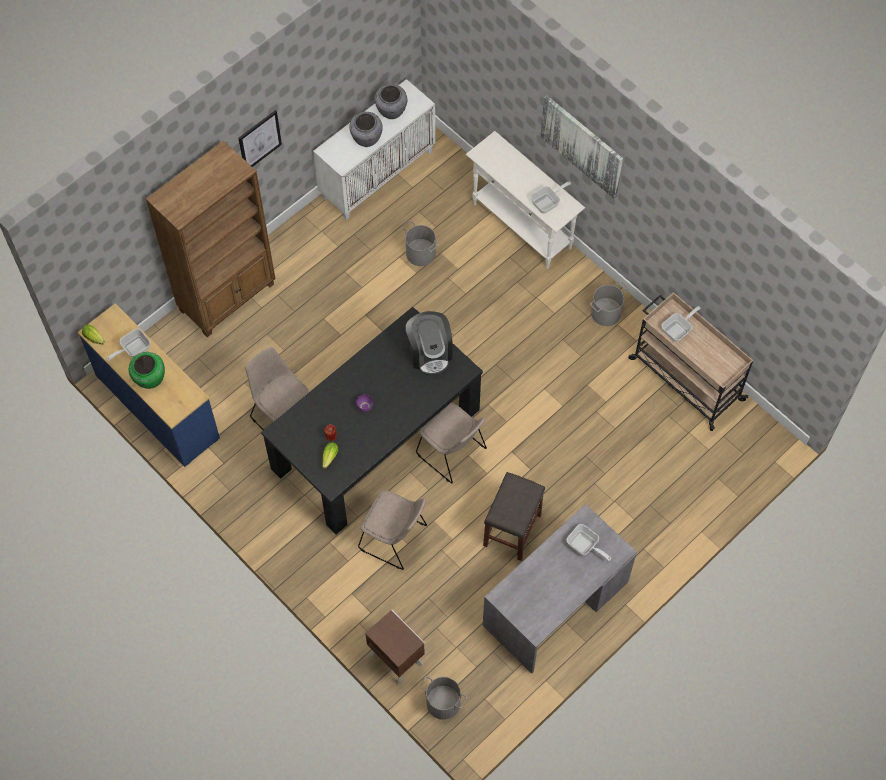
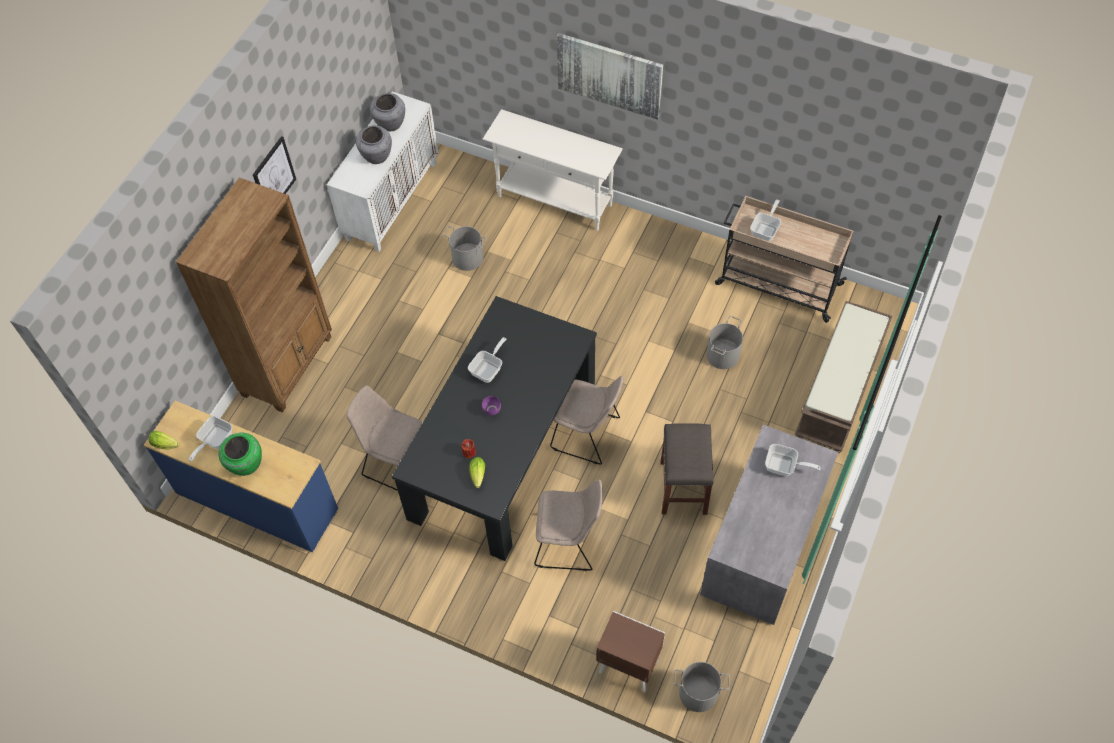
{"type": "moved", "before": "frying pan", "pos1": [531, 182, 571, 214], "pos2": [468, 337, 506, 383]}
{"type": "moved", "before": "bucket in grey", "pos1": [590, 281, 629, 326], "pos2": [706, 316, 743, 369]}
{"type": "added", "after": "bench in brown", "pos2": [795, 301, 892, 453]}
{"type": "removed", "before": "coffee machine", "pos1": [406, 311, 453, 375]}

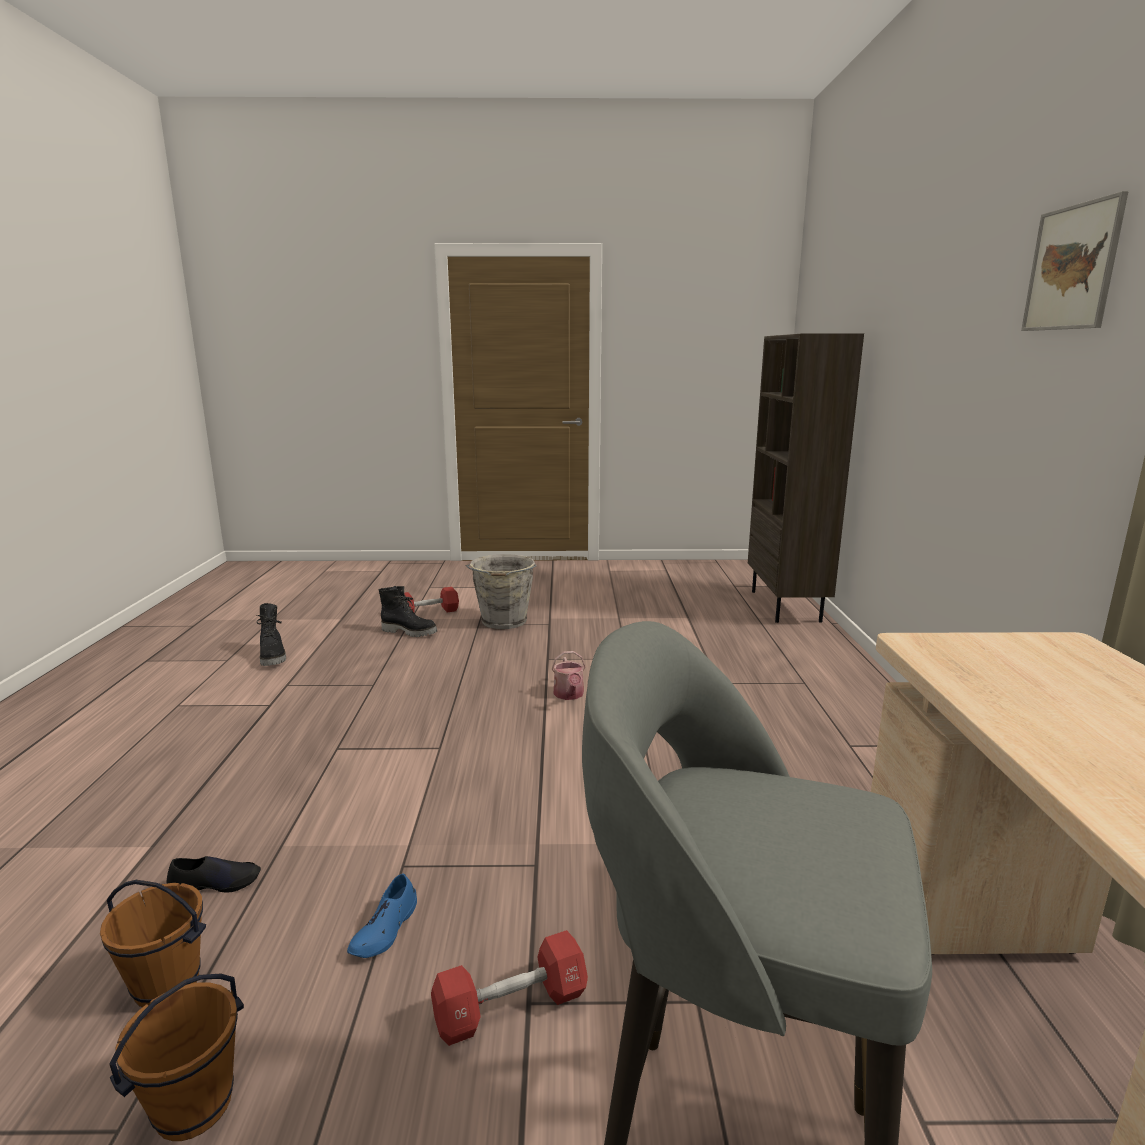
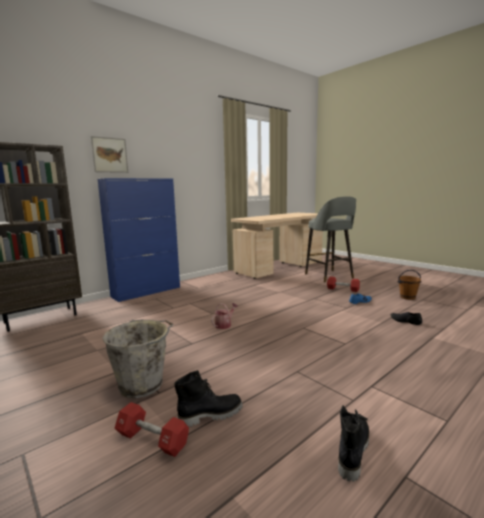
{"type": "moved", "before": "picture", "pos1": [1021, 191, 1129, 331], "pos2": [91, 136, 128, 173]}
{"type": "added", "after": "cabinet in blue", "pos2": [98, 178, 180, 302]}
{"type": "turned", "before": "boot in black", "pos1": [379, 586, 437, 637], "pos2": [174, 370, 243, 427], "turn": 90}
{"type": "removed", "before": "bucket in brown", "pos1": [100, 880, 206, 1007]}

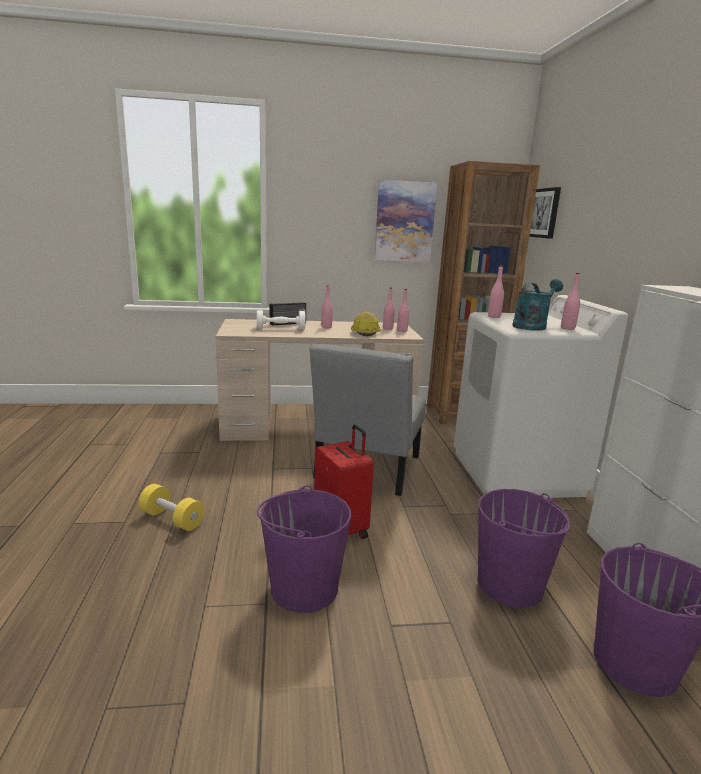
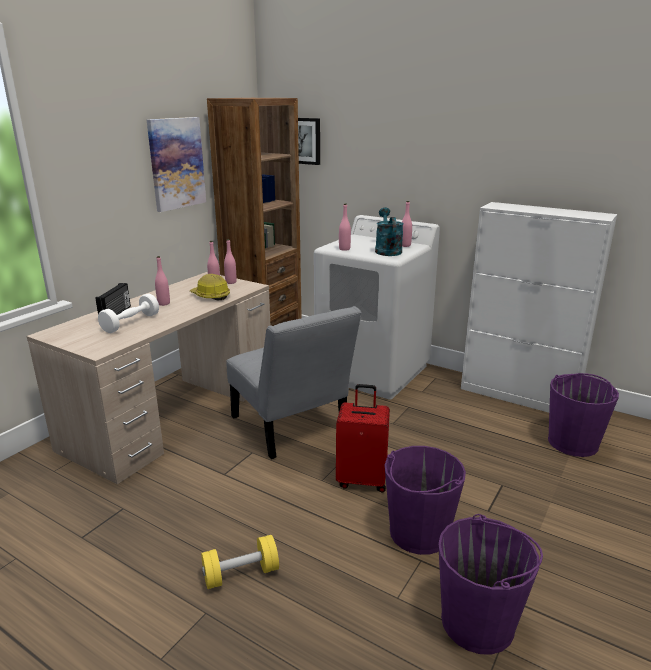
{"type": "moved", "before": "bucket in purple", "pos1": [477, 489, 570, 608], "pos2": [438, 514, 543, 655]}

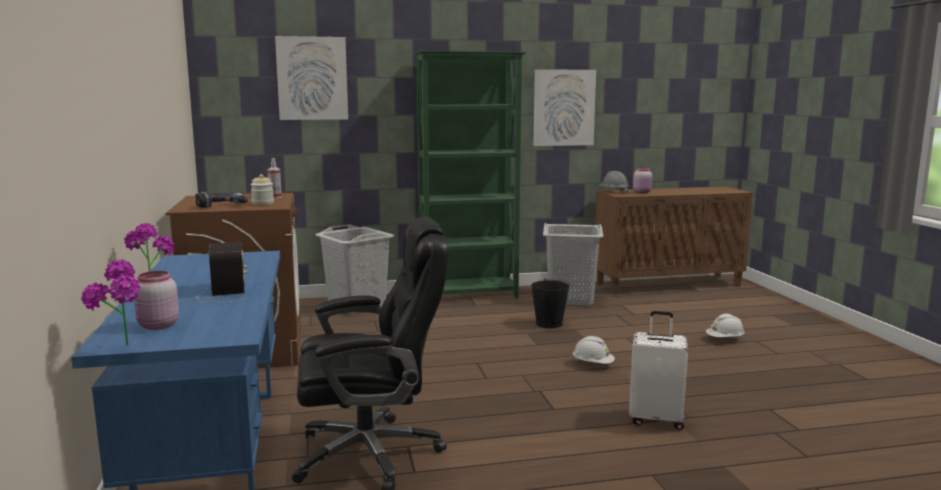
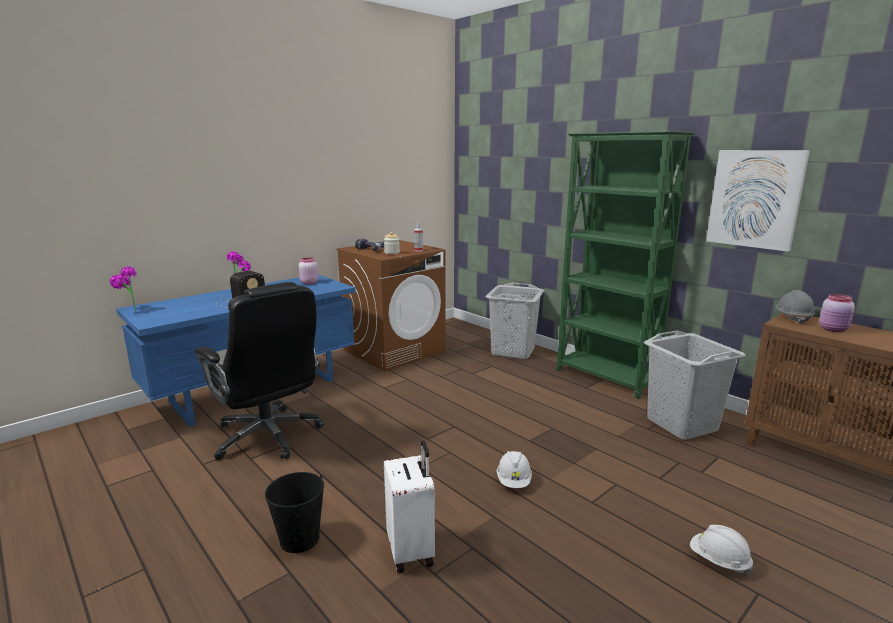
{"type": "moved", "before": "bucket in black", "pos1": [531, 279, 570, 328], "pos2": [265, 472, 324, 553]}
{"type": "moved", "before": "jar in pink", "pos1": [133, 271, 179, 330], "pos2": [299, 257, 319, 285]}
{"type": "removed", "before": "picture", "pos1": [275, 36, 348, 120]}

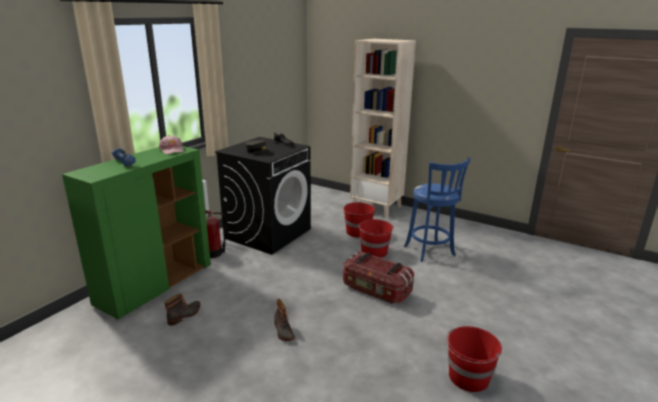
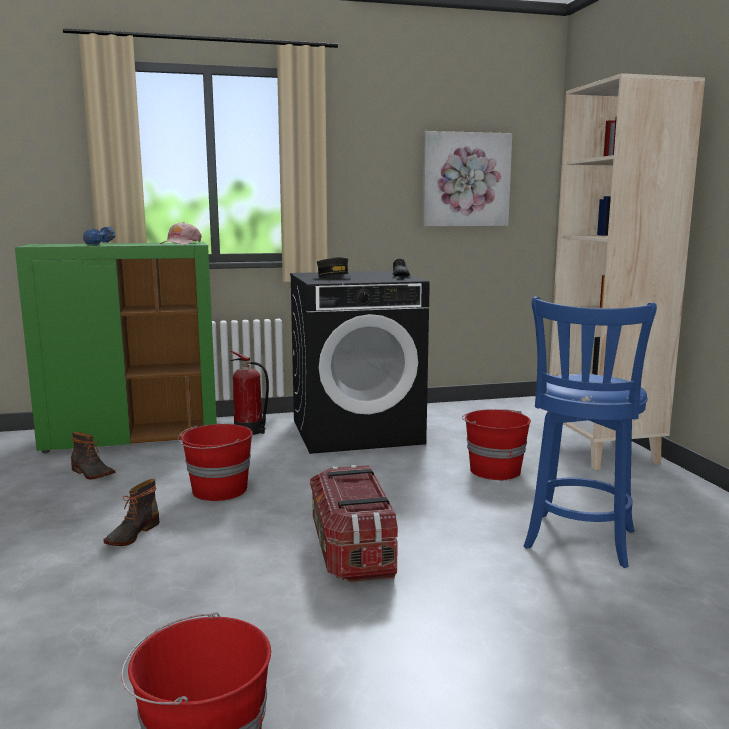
{"type": "turned", "before": "boot", "pos1": [165, 294, 200, 326], "pos2": [71, 432, 116, 479], "turn": 45}
{"type": "moved", "before": "bucket in red", "pos1": [358, 219, 394, 258], "pos2": [178, 424, 253, 501]}
{"type": "added", "after": "picture", "pos2": [423, 131, 512, 226]}

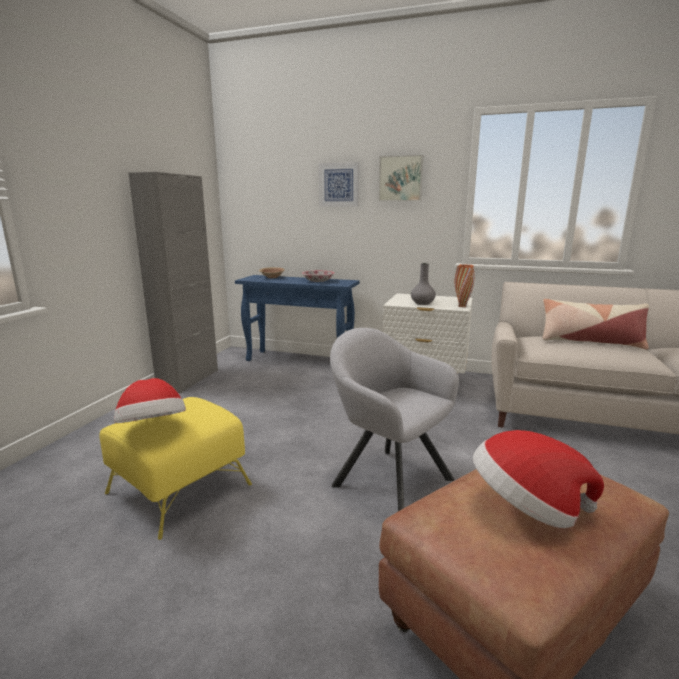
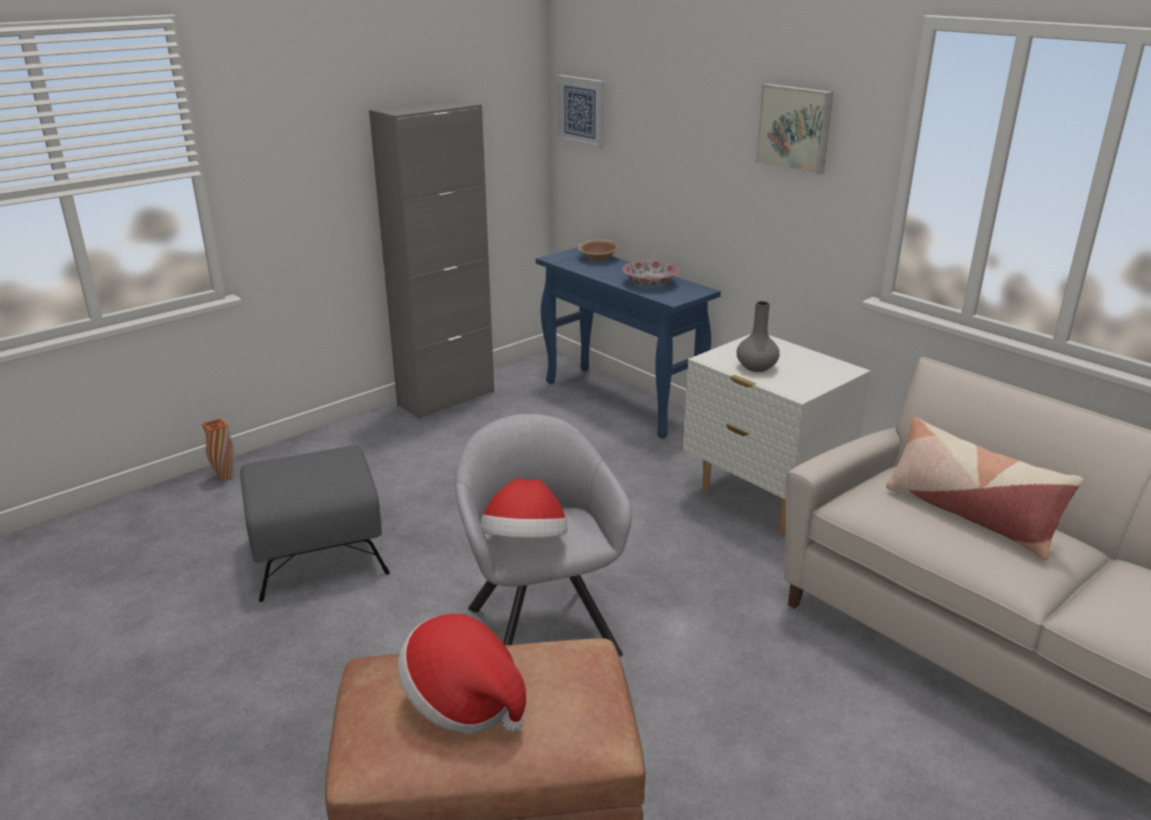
{"type": "moved", "before": "vase in orange", "pos1": [454, 264, 474, 307], "pos2": [201, 418, 234, 481]}
{"type": "recoloured", "before": "ottoman in yellow", "after": "ottoman in grey", "pos1": [99, 397, 252, 540], "pos2": [240, 446, 390, 602]}
{"type": "moved", "before": "hat", "pos1": [114, 378, 186, 423], "pos2": [480, 478, 568, 538]}
{"type": "moved", "before": "picture", "pos1": [319, 162, 359, 207], "pos2": [557, 75, 604, 149]}

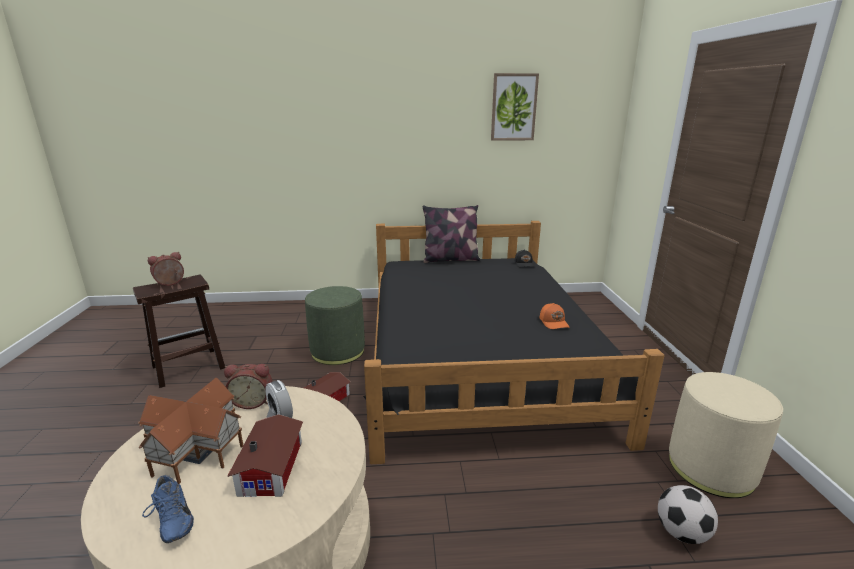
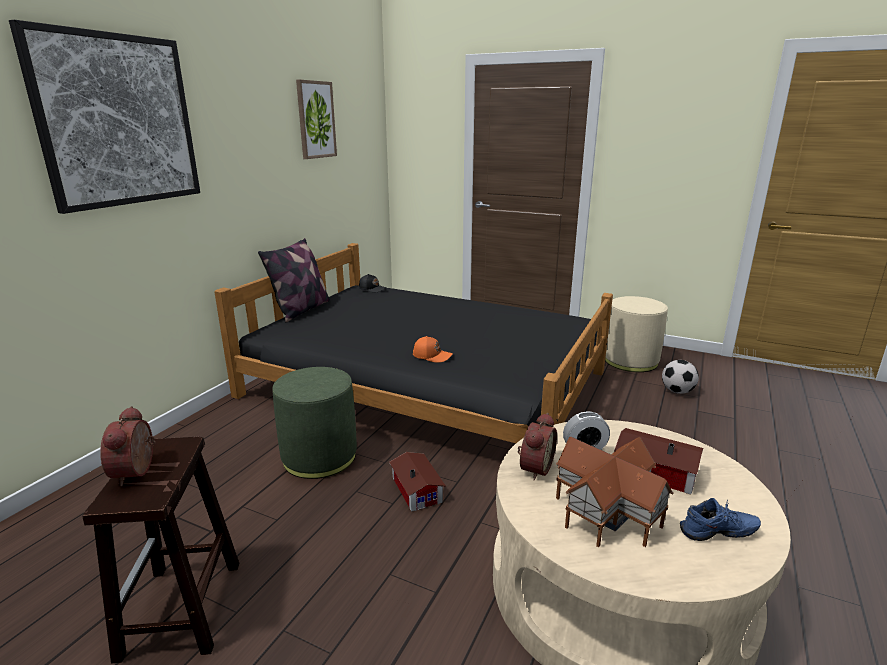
{"type": "added", "after": "picture", "pos2": [9, 20, 200, 214]}
{"type": "moved", "before": "cap in orange", "pos1": [540, 303, 570, 329], "pos2": [413, 336, 453, 363]}

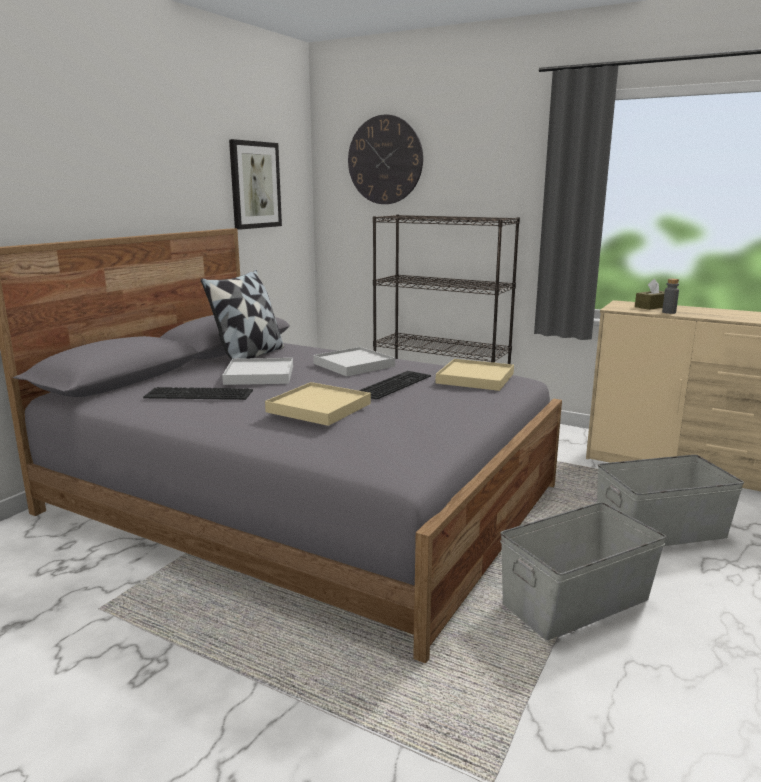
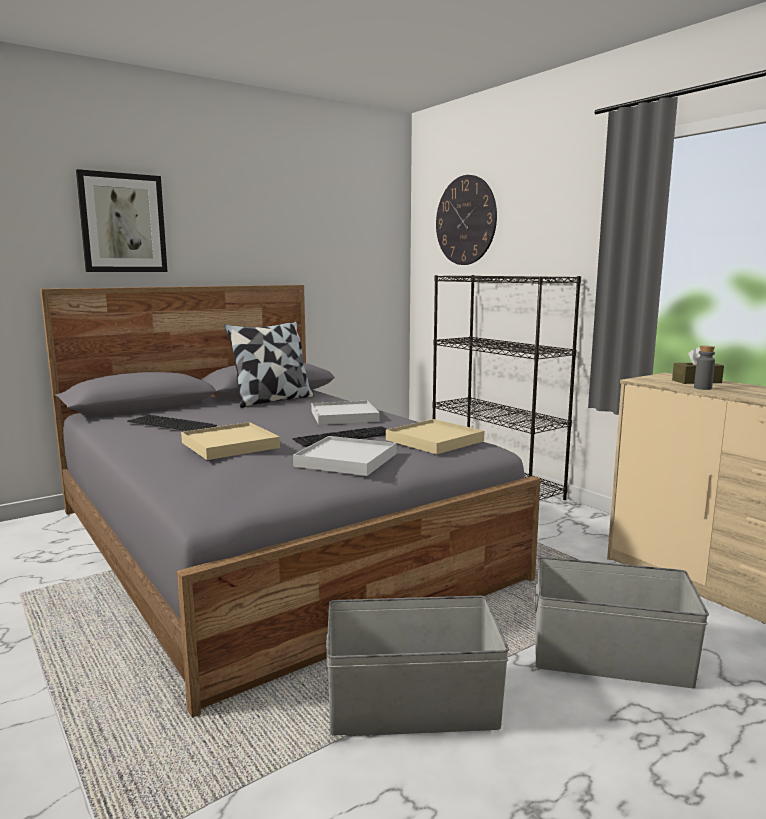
{"type": "moved", "before": "picture", "pos1": [229, 139, 282, 230], "pos2": [76, 169, 168, 272]}
{"type": "moved", "before": "tray in white", "pos1": [222, 358, 293, 385], "pos2": [293, 436, 396, 476]}

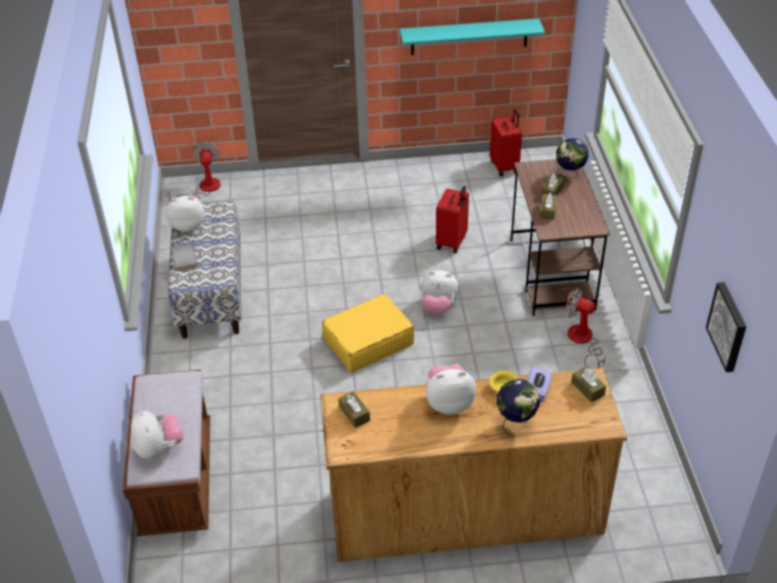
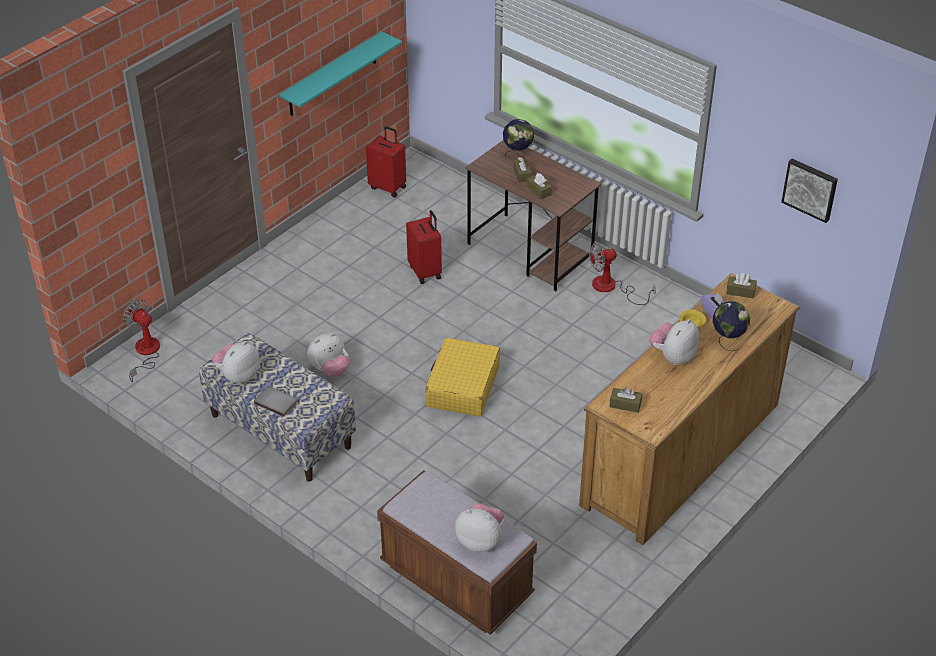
{"type": "moved", "before": "plush toy", "pos1": [421, 270, 459, 314], "pos2": [307, 333, 349, 377]}

